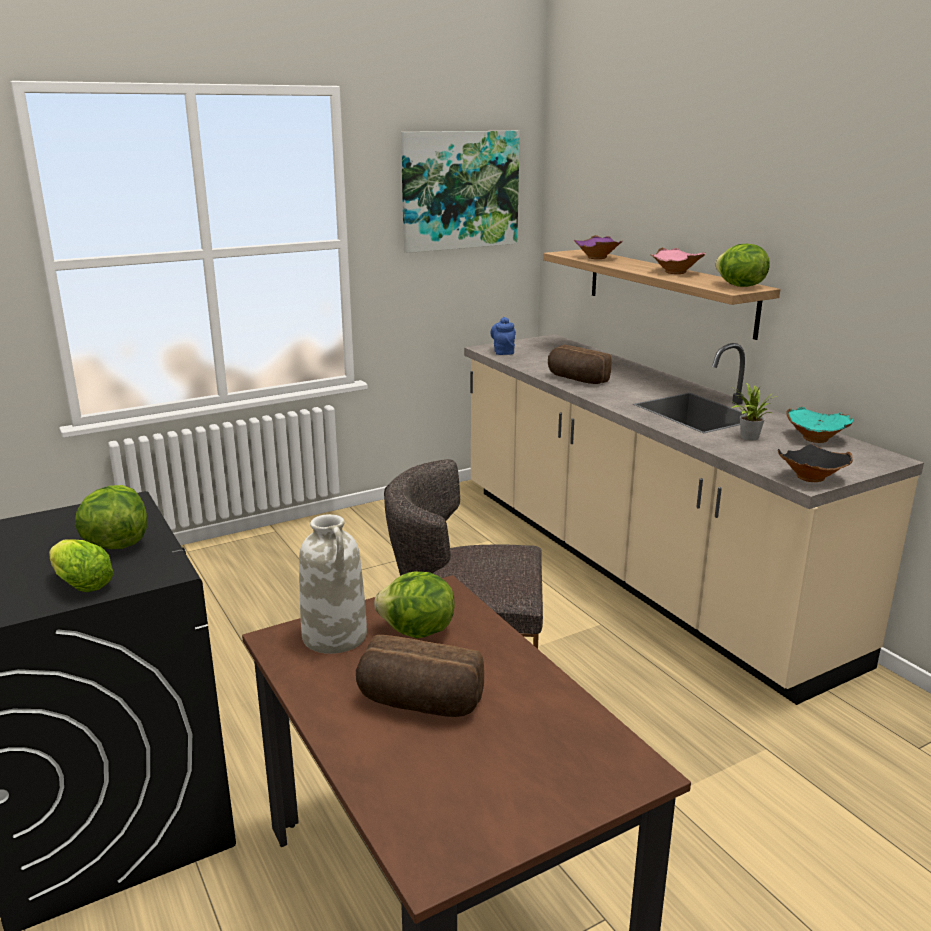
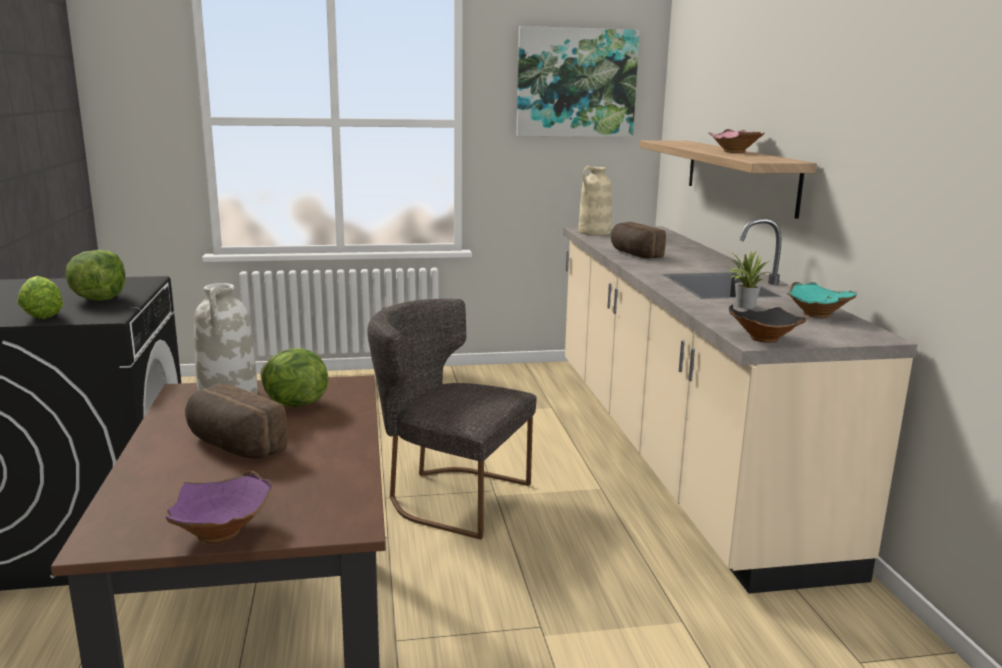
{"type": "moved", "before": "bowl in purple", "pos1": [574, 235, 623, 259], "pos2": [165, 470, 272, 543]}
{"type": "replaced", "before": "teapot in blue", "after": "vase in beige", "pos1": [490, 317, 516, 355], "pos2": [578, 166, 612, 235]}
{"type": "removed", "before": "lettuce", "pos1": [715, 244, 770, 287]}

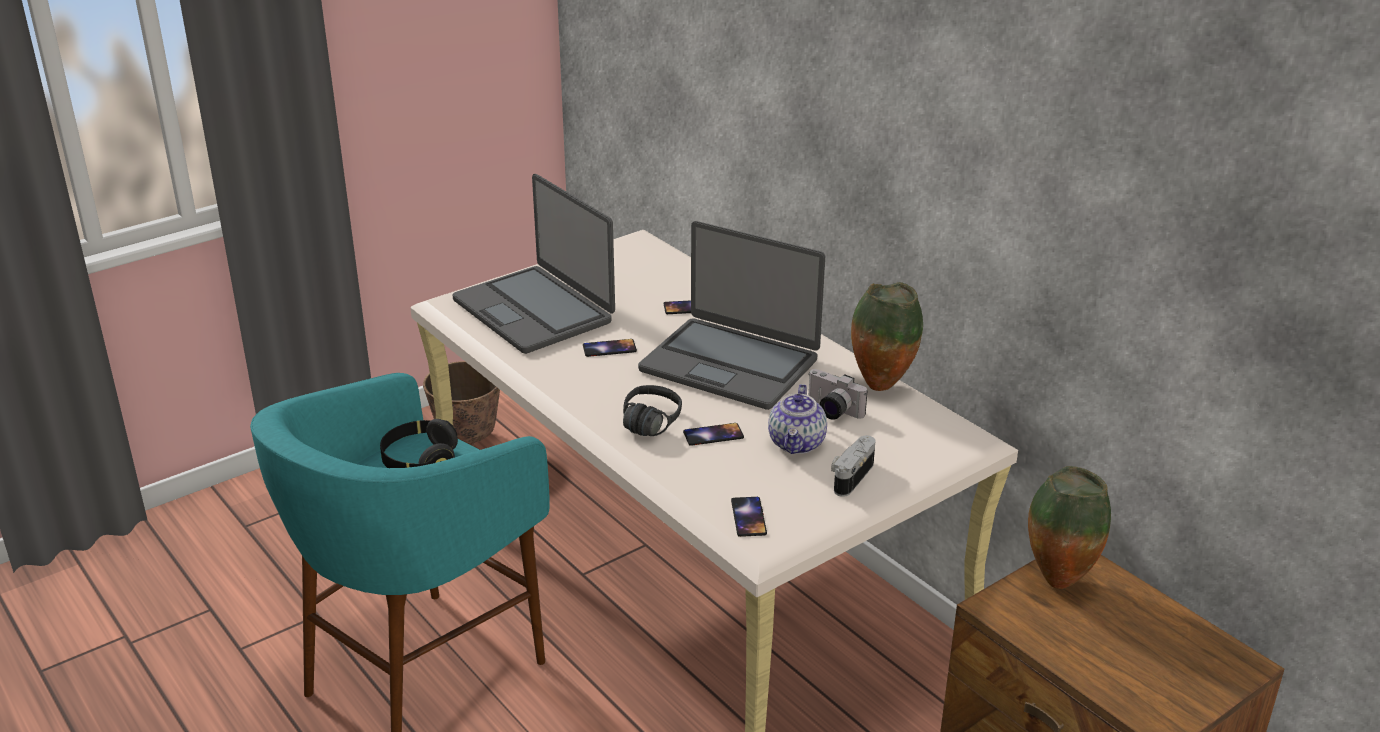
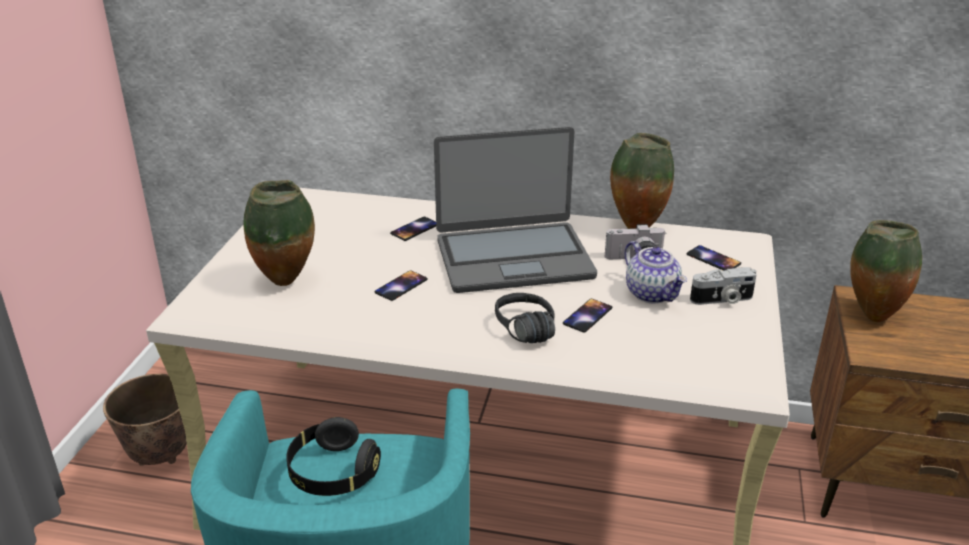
{"type": "replaced", "before": "laptop", "after": "vase", "pos1": [452, 174, 615, 354], "pos2": [243, 180, 315, 286]}
{"type": "moved", "before": "phone", "pos1": [731, 497, 767, 537], "pos2": [686, 245, 741, 270]}
{"type": "turned", "before": "photo camera", "pos1": [831, 435, 875, 497], "pos2": [690, 267, 756, 305], "turn": -90}

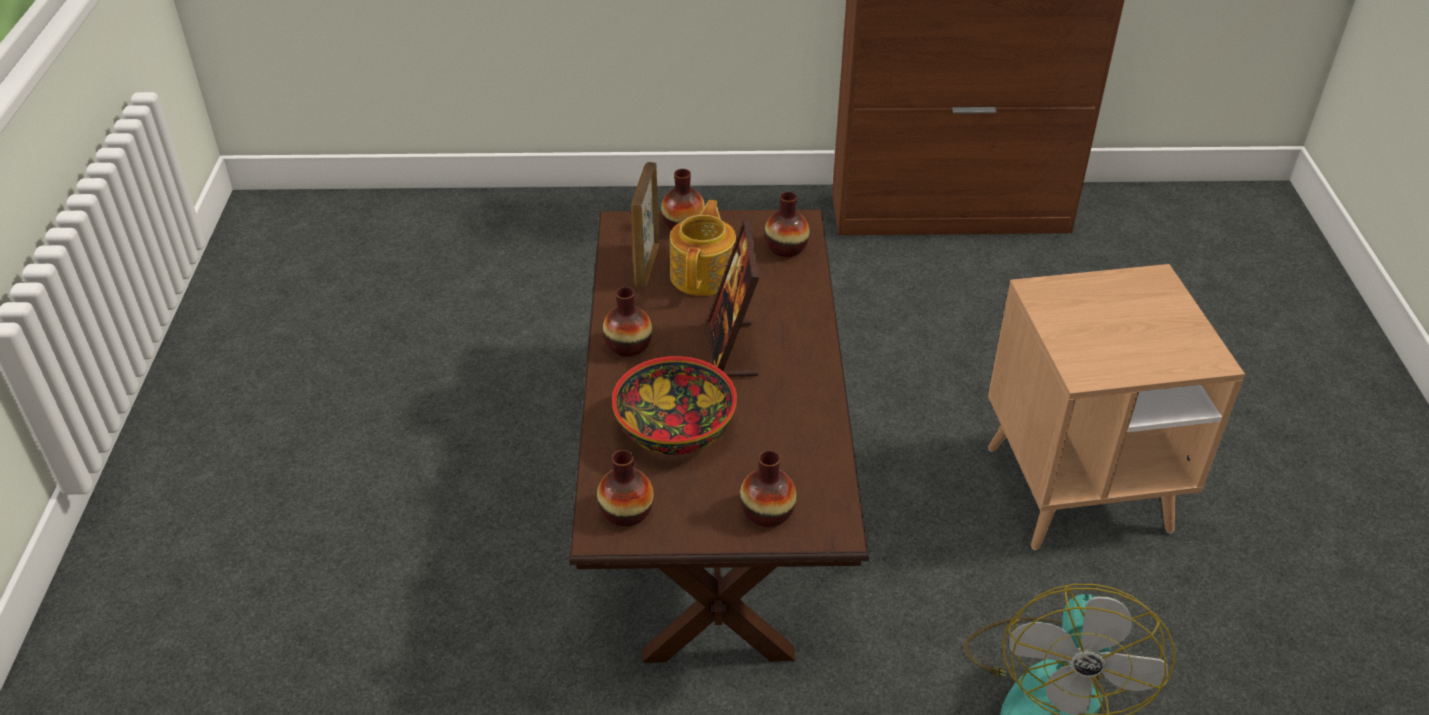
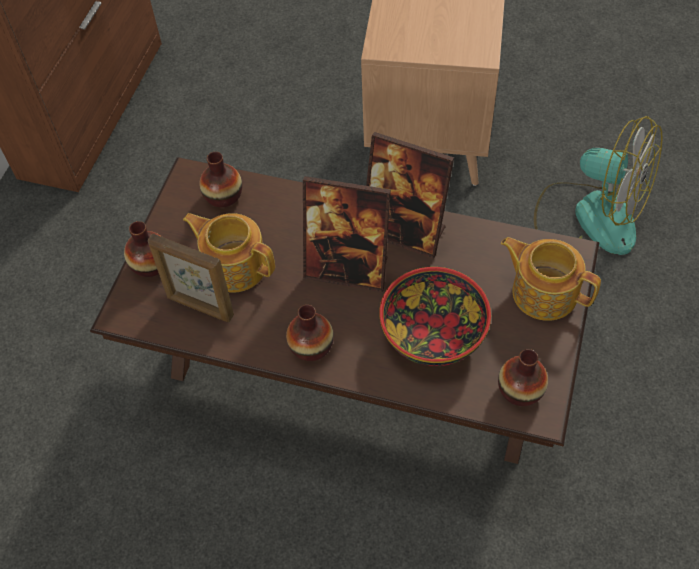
{"type": "added", "after": "picture frame", "pos2": [366, 132, 454, 259]}
{"type": "replaced", "before": "vase", "after": "teapot", "pos1": [739, 450, 796, 527], "pos2": [501, 237, 601, 321]}

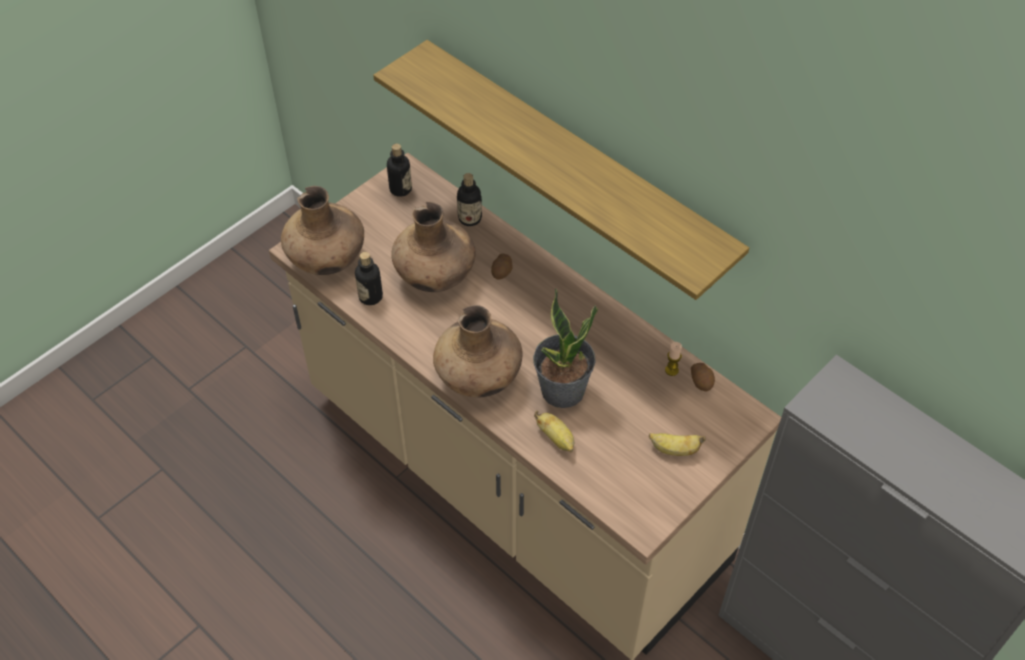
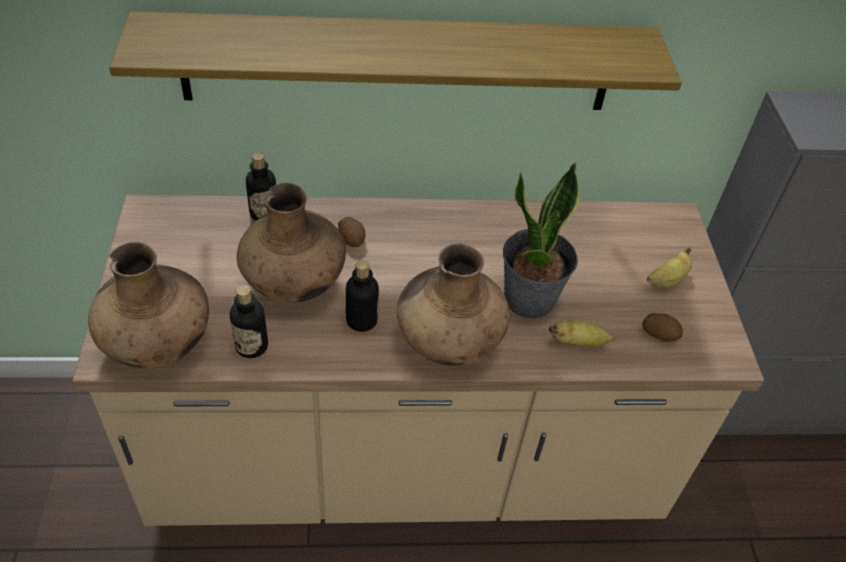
{"type": "moved", "before": "bottle", "pos1": [387, 143, 412, 197], "pos2": [346, 260, 379, 332]}
{"type": "moved", "before": "potato", "pos1": [691, 363, 715, 391], "pos2": [642, 313, 683, 342]}
{"type": "removed", "before": "candle", "pos1": [665, 342, 682, 376]}

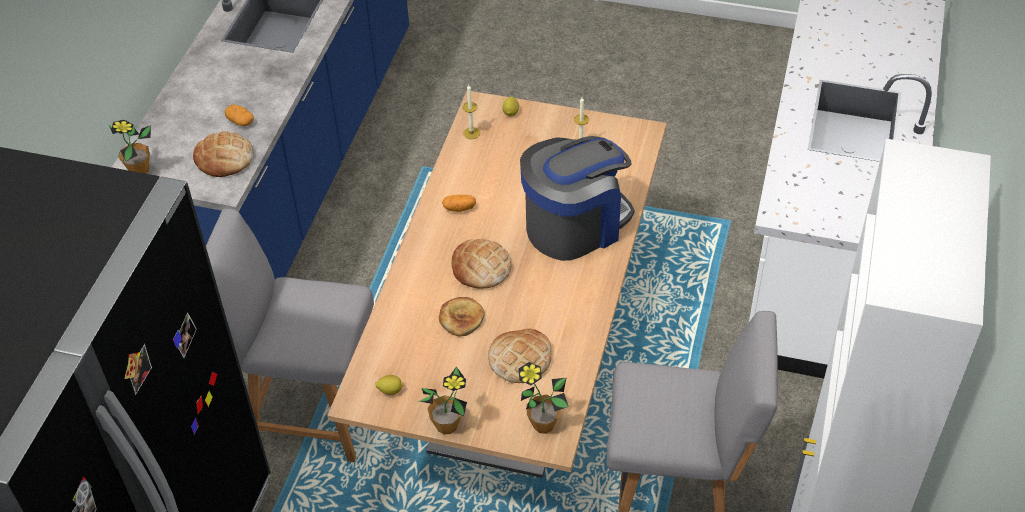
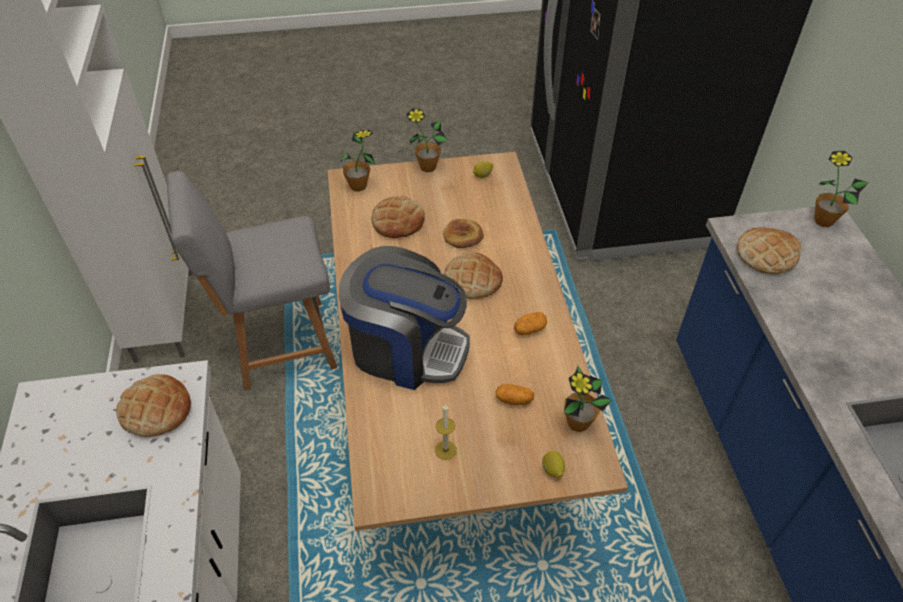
{"type": "added", "after": "bread", "pos2": [116, 374, 191, 437]}
{"type": "turned", "before": "coffee machine", "pos1": [520, 136, 635, 261], "pos2": [339, 246, 470, 390], "turn": -105}
{"type": "moved", "before": "potato", "pos1": [225, 105, 254, 126], "pos2": [496, 384, 534, 406]}
{"type": "replaced", "before": "candle", "after": "potted plant", "pos1": [463, 85, 480, 139], "pos2": [564, 366, 611, 432]}
{"type": "removed", "before": "chair in grey", "pos1": [206, 208, 374, 462]}

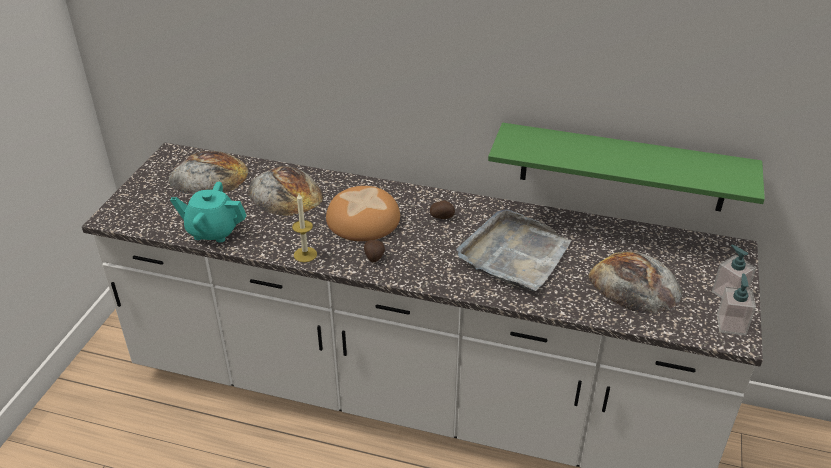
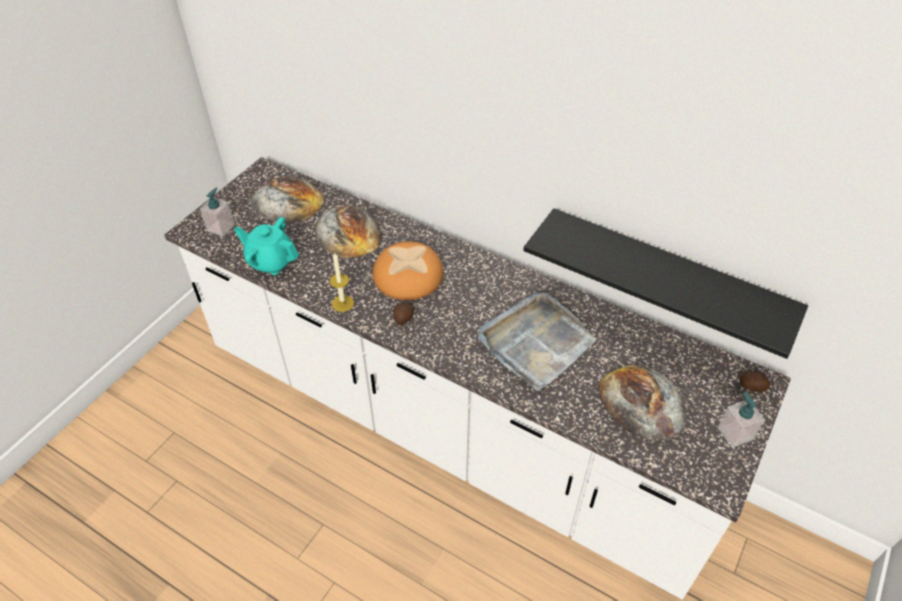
{"type": "moved", "before": "soap dispenser", "pos1": [717, 273, 756, 336], "pos2": [199, 187, 235, 237]}
{"type": "recoloured", "before": "shelf in green", "after": "shelf in black", "pos1": [488, 123, 765, 212], "pos2": [523, 208, 808, 359]}
{"type": "moved", "before": "potato", "pos1": [430, 200, 455, 219], "pos2": [740, 370, 770, 392]}

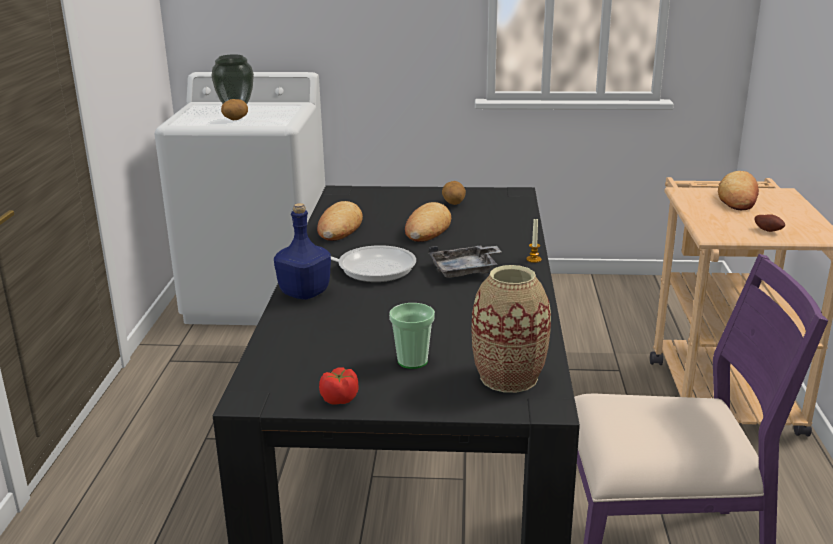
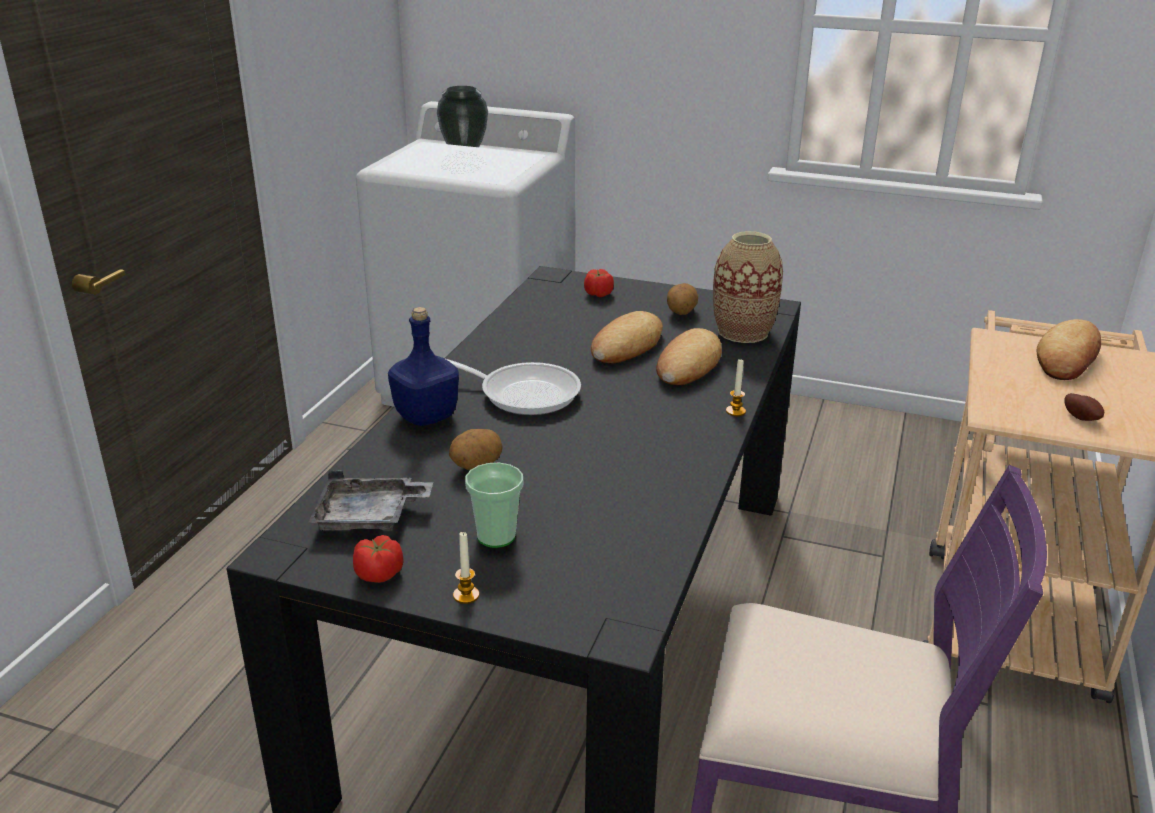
{"type": "moved", "before": "tray in grey", "pos1": [429, 245, 501, 278], "pos2": [309, 470, 433, 530]}
{"type": "moved", "before": "potato", "pos1": [221, 99, 248, 121], "pos2": [449, 429, 503, 470]}
{"type": "added", "after": "candle", "pos2": [453, 532, 479, 604]}
{"type": "added", "after": "tomato", "pos2": [584, 269, 614, 297]}
{"type": "moved", "before": "bread", "pos1": [317, 201, 363, 241], "pos2": [656, 328, 722, 386]}
{"type": "moved", "before": "vase", "pos1": [471, 265, 551, 393], "pos2": [713, 231, 783, 343]}

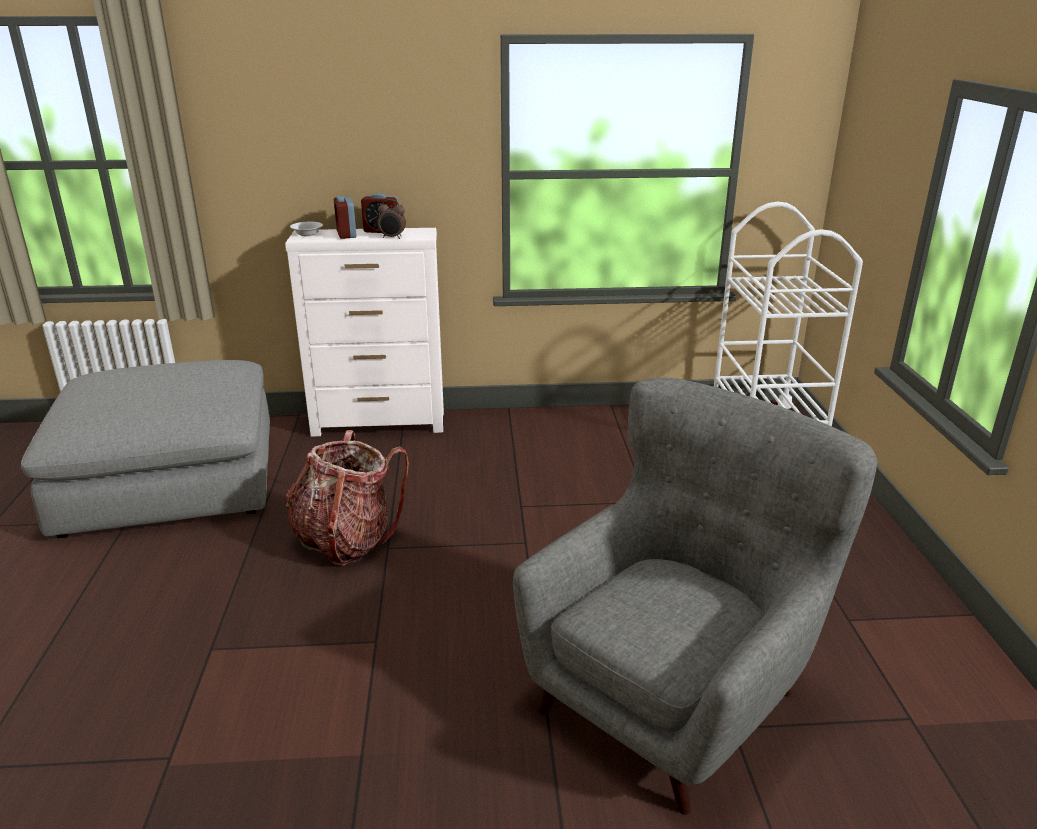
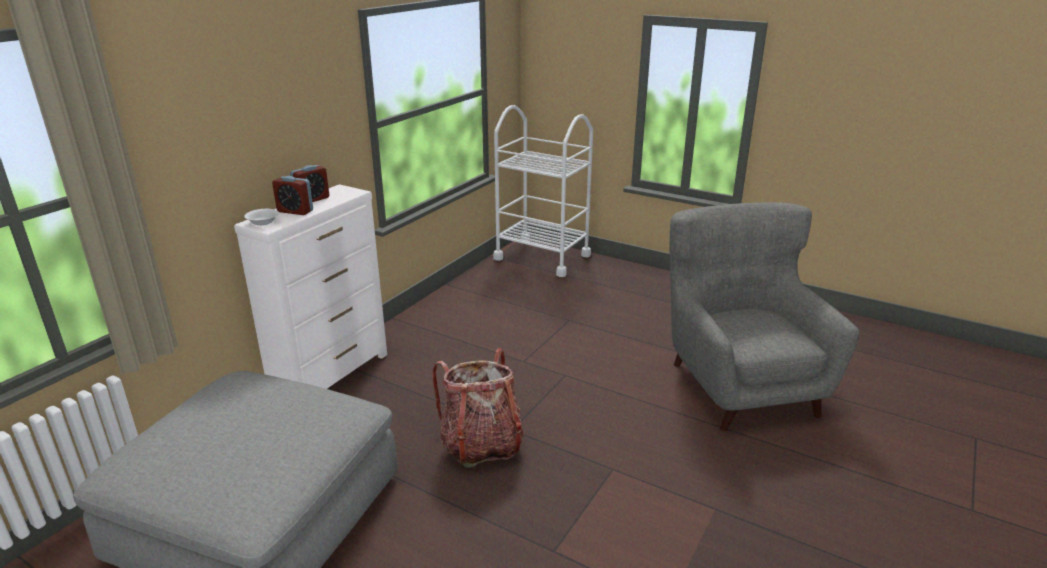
{"type": "removed", "before": "alarm clock", "pos1": [377, 200, 406, 239]}

